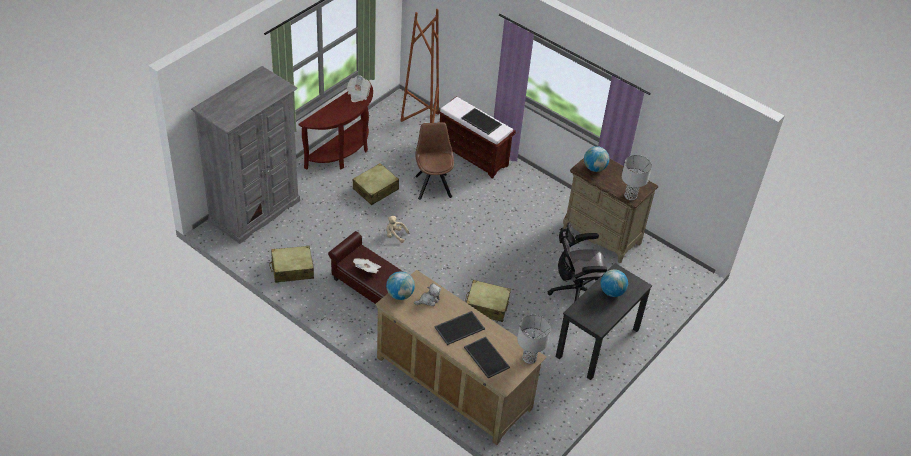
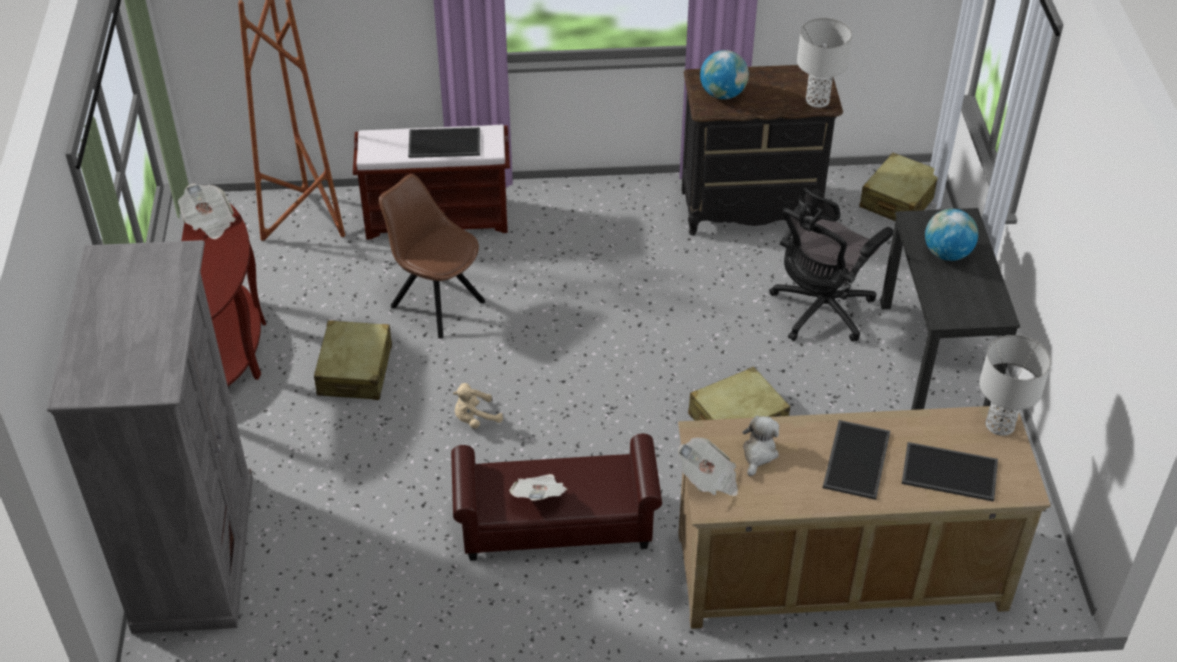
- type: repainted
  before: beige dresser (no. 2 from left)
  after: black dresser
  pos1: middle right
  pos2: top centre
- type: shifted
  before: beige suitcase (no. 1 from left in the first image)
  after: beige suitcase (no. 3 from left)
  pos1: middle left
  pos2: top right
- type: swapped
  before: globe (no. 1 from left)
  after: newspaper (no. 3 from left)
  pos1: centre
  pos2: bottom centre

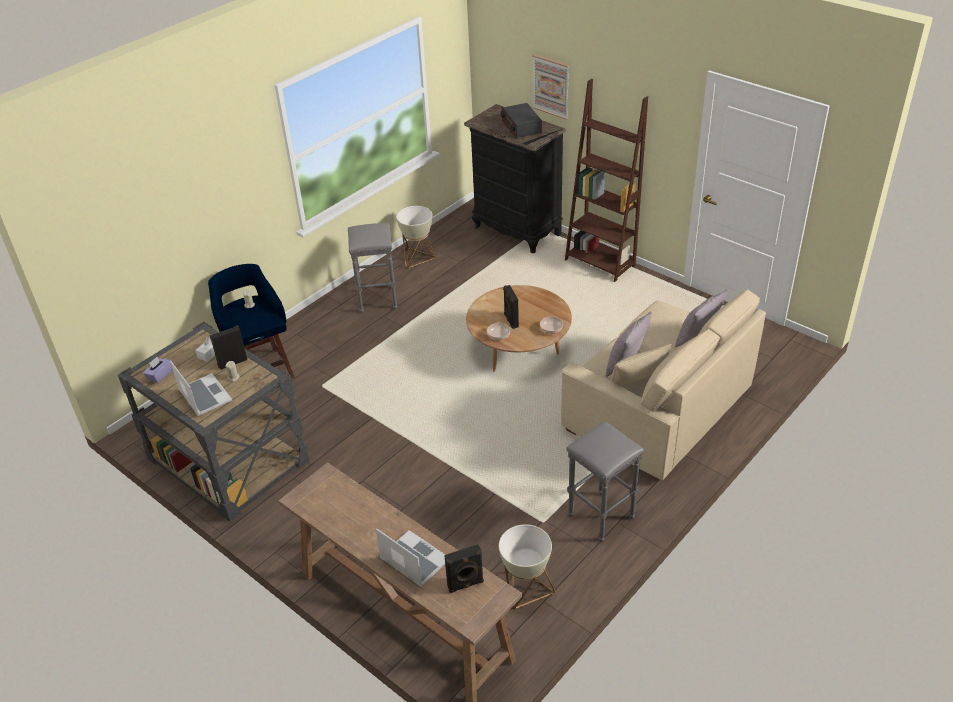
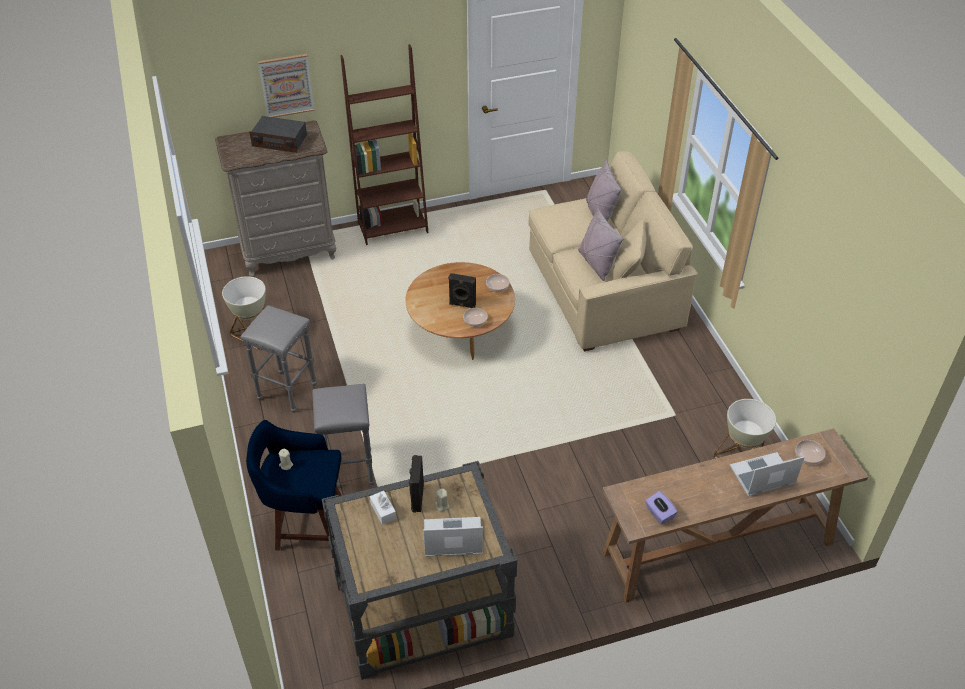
- type: repainted
  before: black dresser
  after: beige dresser
  pos1: top centre
  pos2: top left
- type: shifted
  before: purple tissue box
  pos1: middle left
  pos2: bottom right
- type: shifted
  before: grey stool (no. 2 from left)
  pos1: bottom centre
  pos2: centre
- type: swapped
  before: black speaker (no. 2 from left)
  after: bowl (no. 3 from left)
  pos1: bottom centre
  pos2: middle right

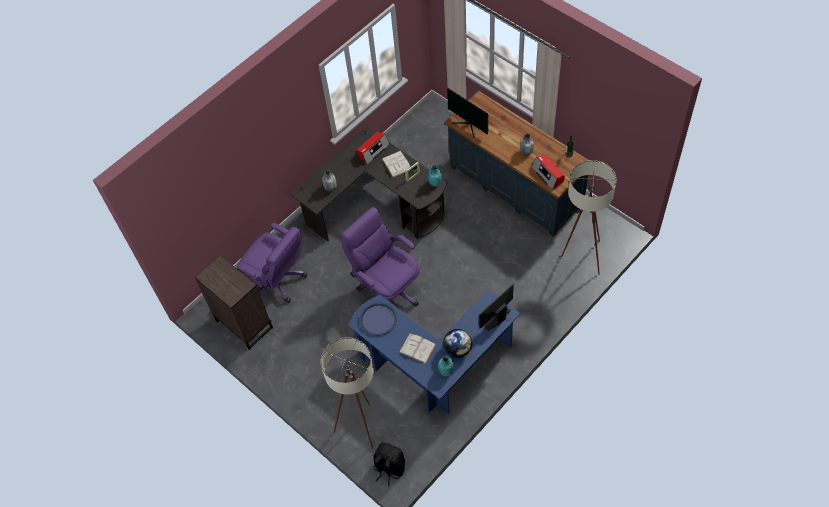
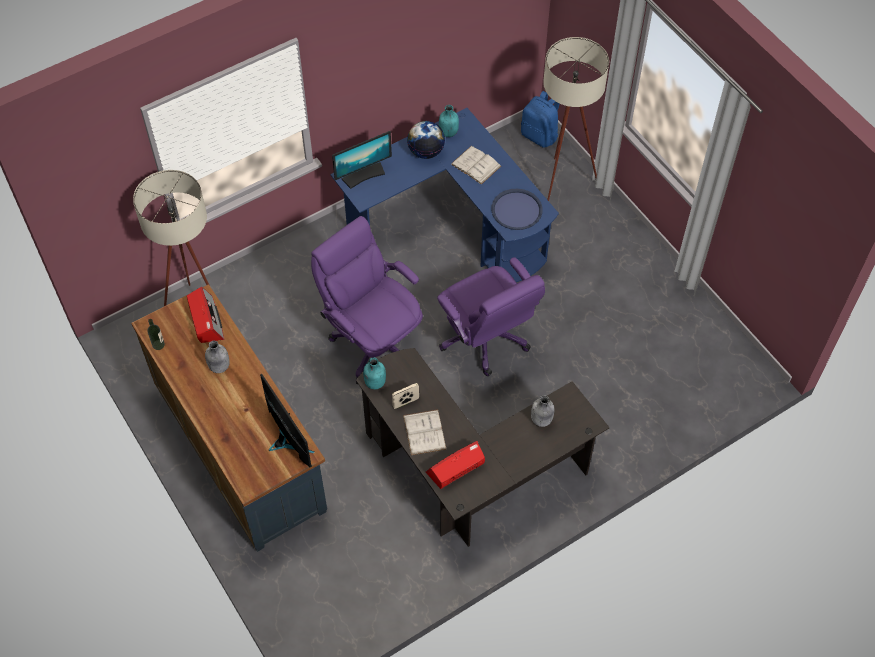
- type: shifted
  before: purple office chair (no. 1 from left)
  pos1: middle left
  pos2: centre
- type: gone
  before: brown dresser
  pos1: middle left
- type: repainted
  before: black backpack
  after: blue backpack
  pos1: bottom centre
  pos2: top centre

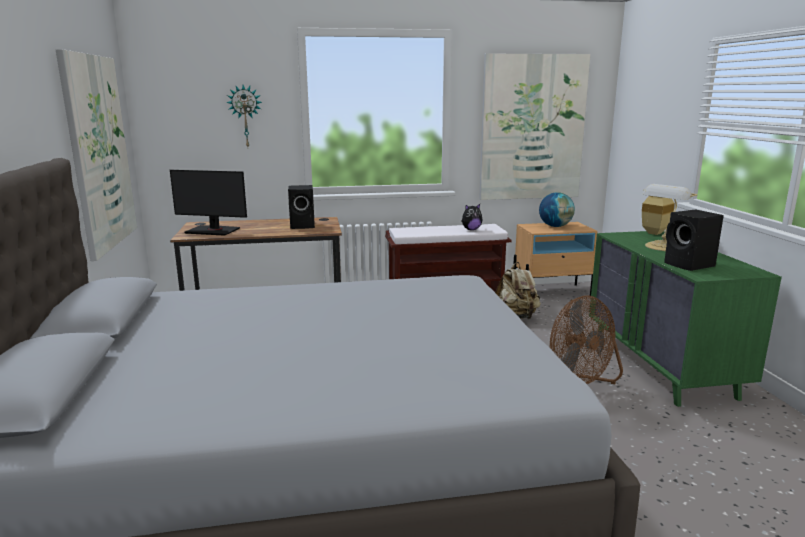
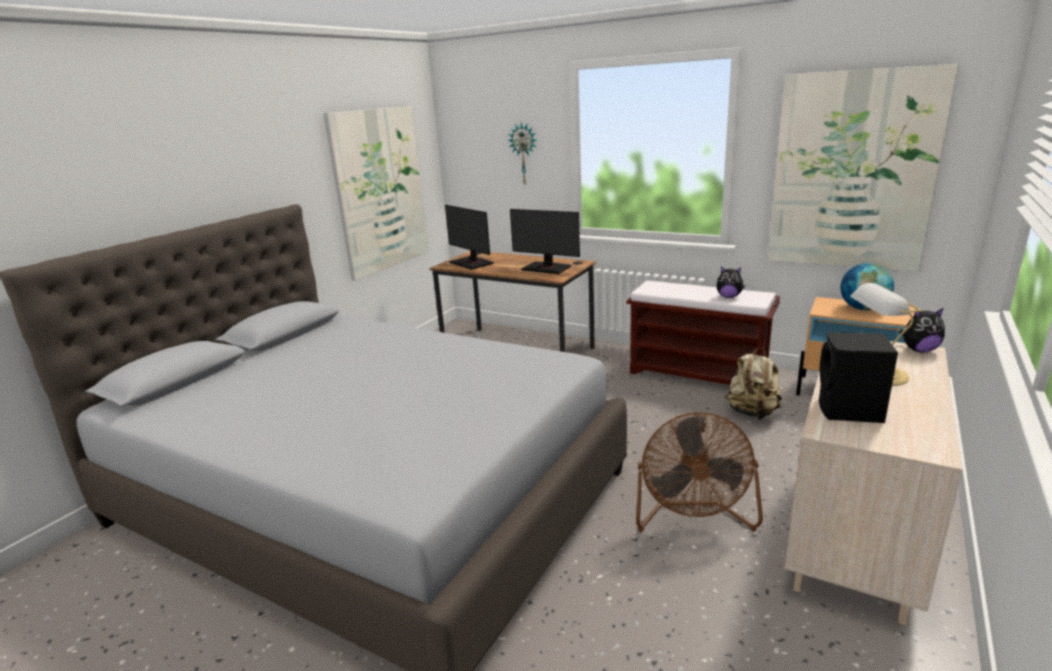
- type: swapped
  before: black speaker (no. 1 from left)
  after: monitor (no. 2 from left)
  pos1: centre
  pos2: centre
- type: swapped
  before: beige vase
  after: plush toy (no. 2 from left)
  pos1: middle right
  pos2: middle right
- type: repainted
  before: green dresser
  after: beige dresser
  pos1: middle right
  pos2: bottom right

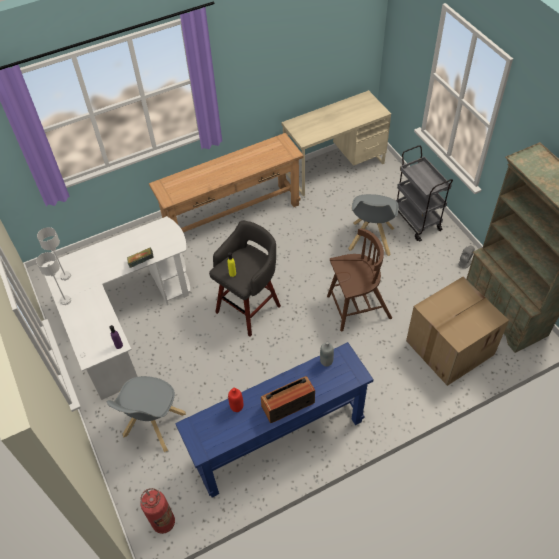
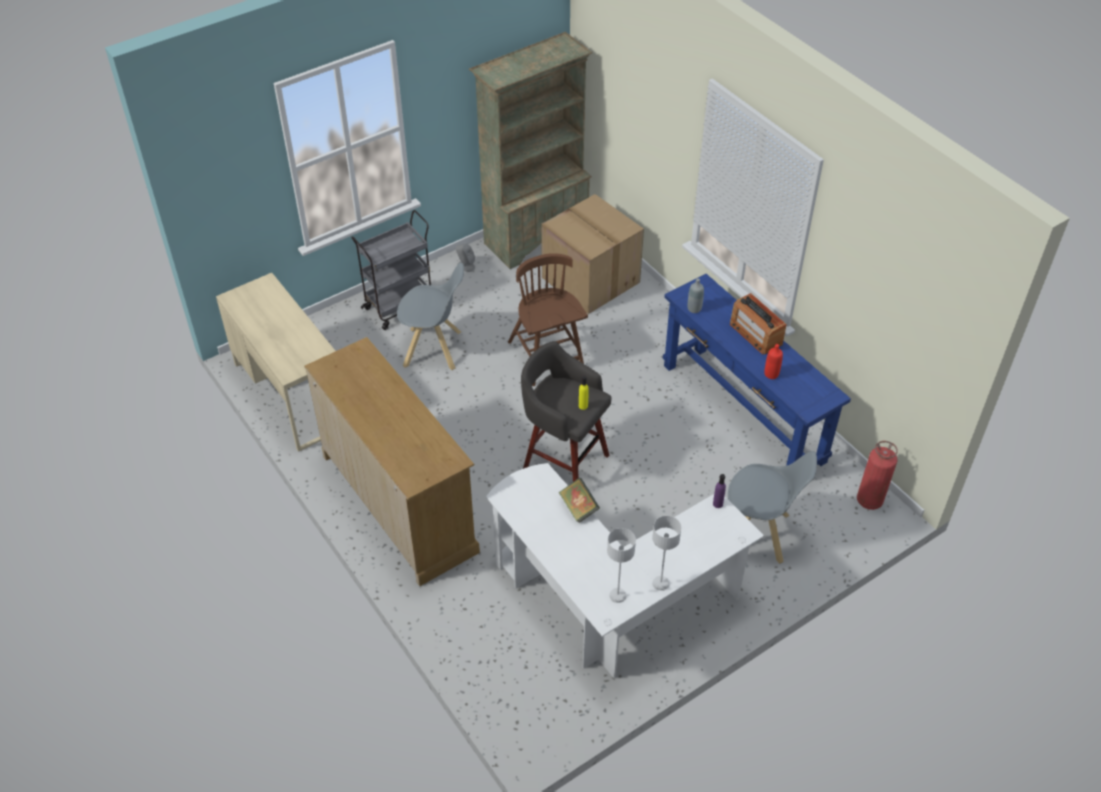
- type: swapped
  before: brown console table
  after: brown dresser
  pos1: top centre
  pos2: centre

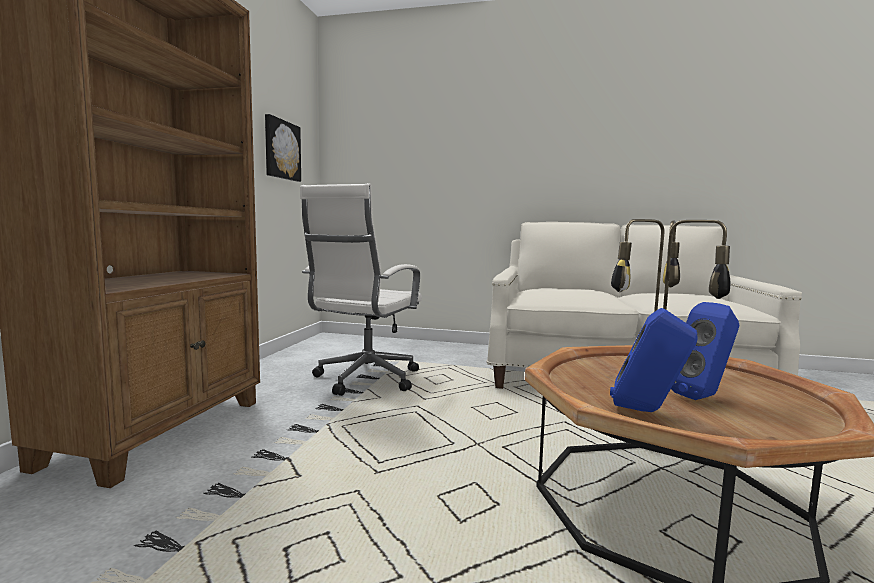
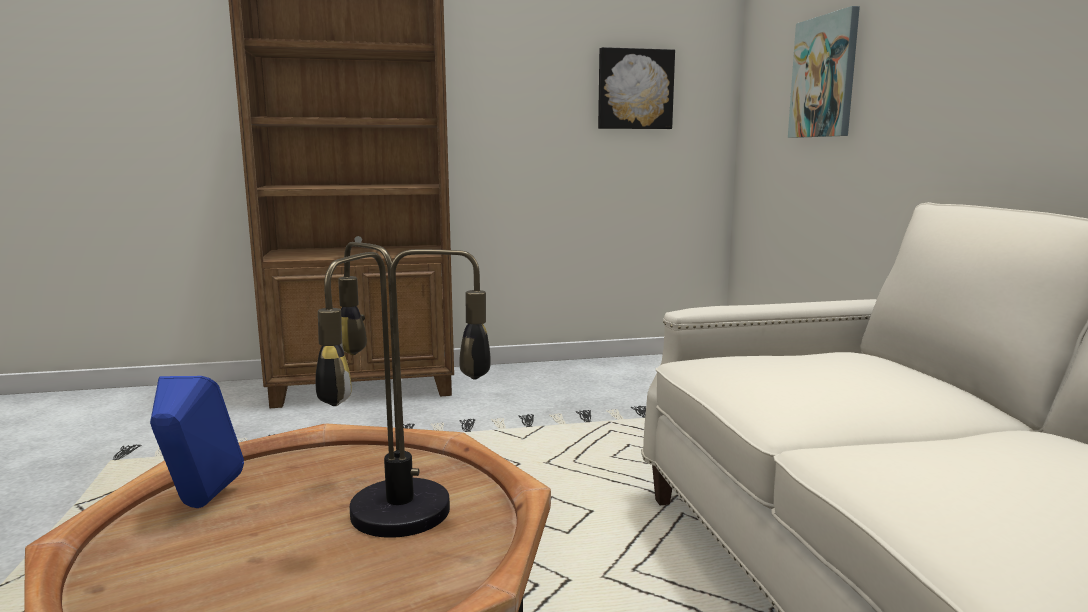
- type: gone
  before: white office chair
  pos1: centre
- type: gone
  before: blue speaker (no. 2 from left)
  pos1: middle right
- type: new
  after: picture (no. 2 from left)
  pos2: top right

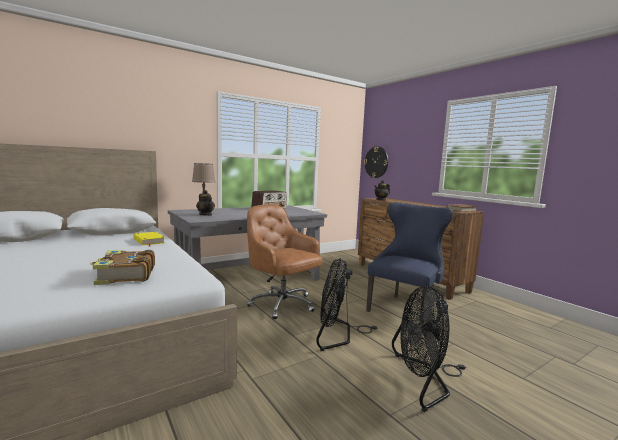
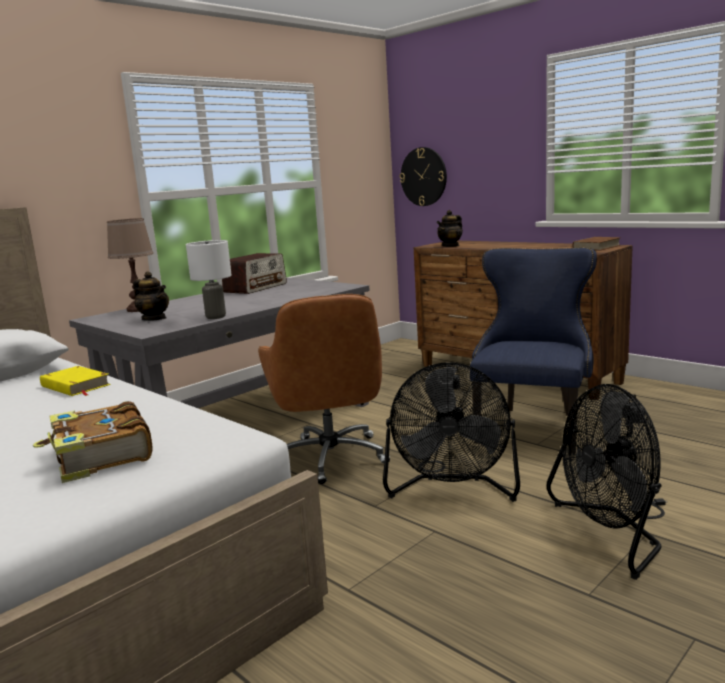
- type: rotated
  before: brown office chair
  pos1: centre
  pos2: centre
  turn: -135
- type: rotated
  before: black fan (no. 1 from left)
  pos1: bottom centre
  pos2: centre
  turn: -75
- type: new
  after: white table lamp
  pos2: middle left

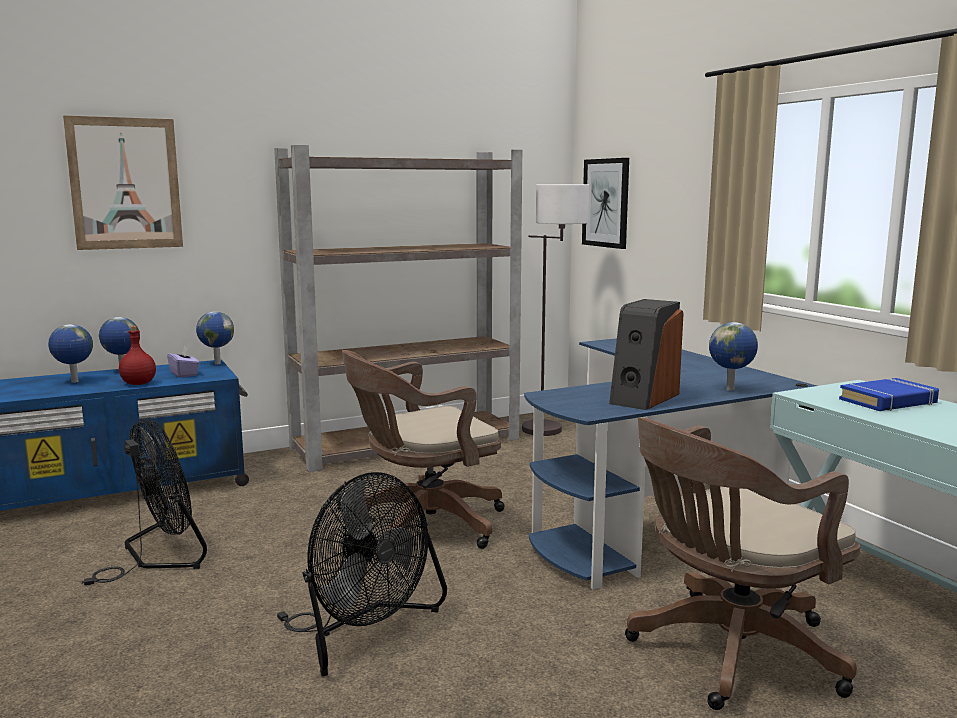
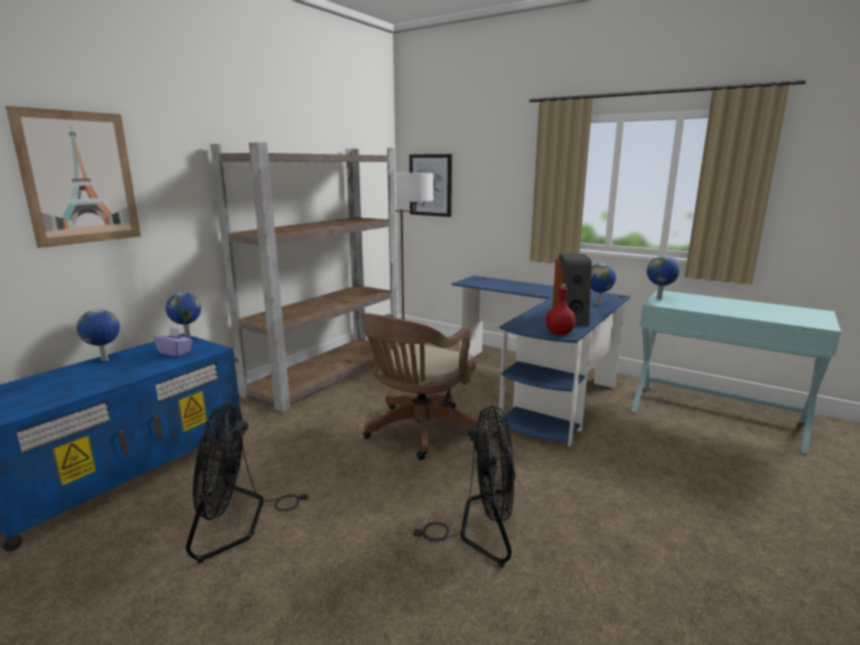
- type: shifted
  before: globe (no. 1 from left in the first image)
  after: globe (no. 4 from left)
  pos1: middle left
  pos2: middle right
- type: shifted
  before: red bottle
  pos1: middle left
  pos2: centre
- type: gone
  before: blue book
  pos1: middle right
- type: gone
  before: brown office chair (no. 2 from left)
  pos1: bottom right
- type: rotated
  before: black fan (no. 1 from left)
  pos1: bottom left
  pos2: bottom left
  turn: -120

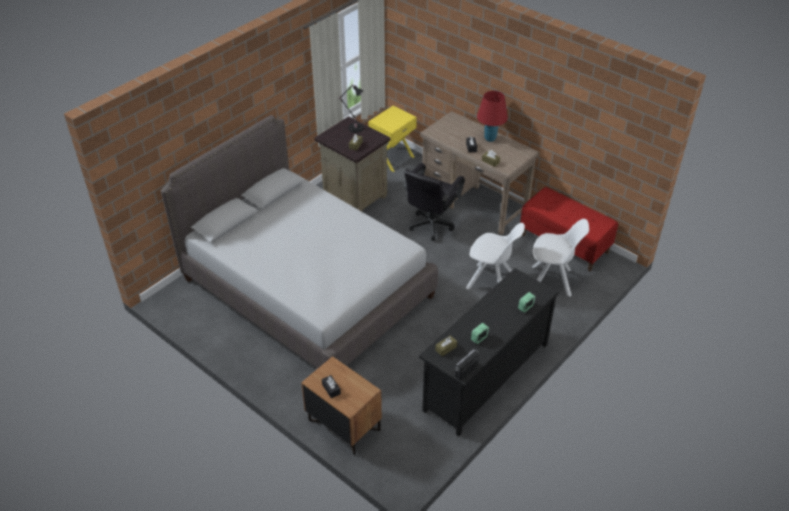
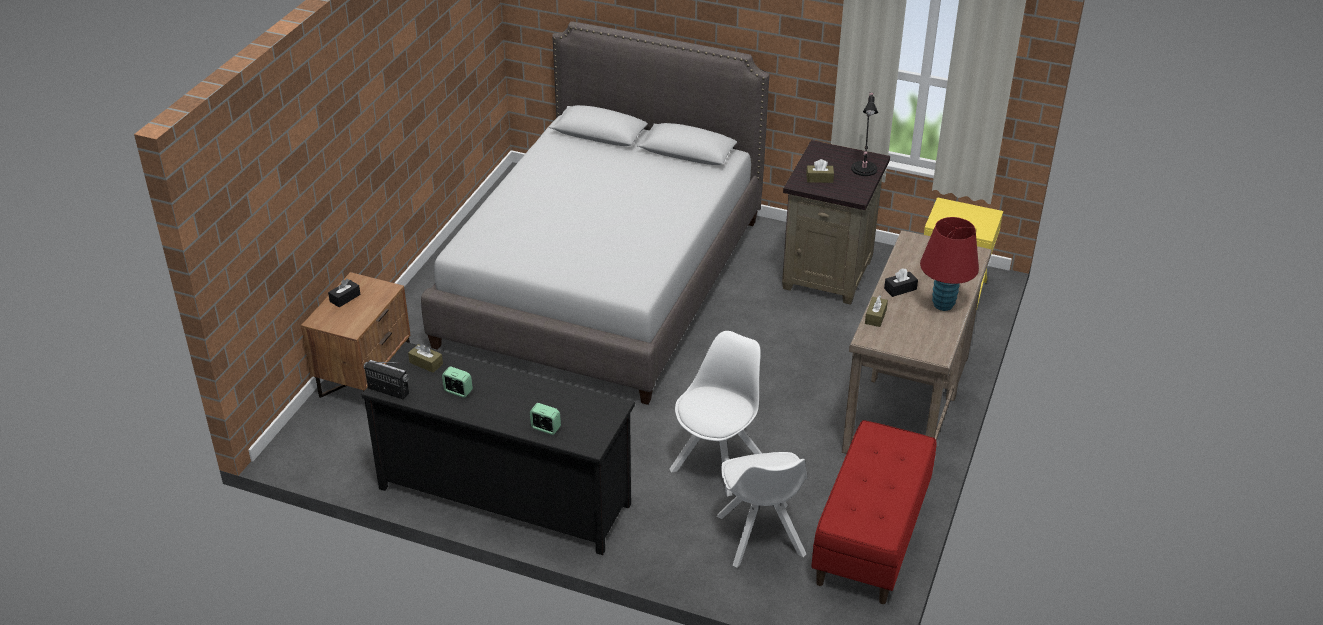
- type: gone
  before: black office chair
  pos1: centre
- type: rotated
  before: white chair (no. 1 from left)
  pos1: centre
  pos2: centre
  turn: -150

